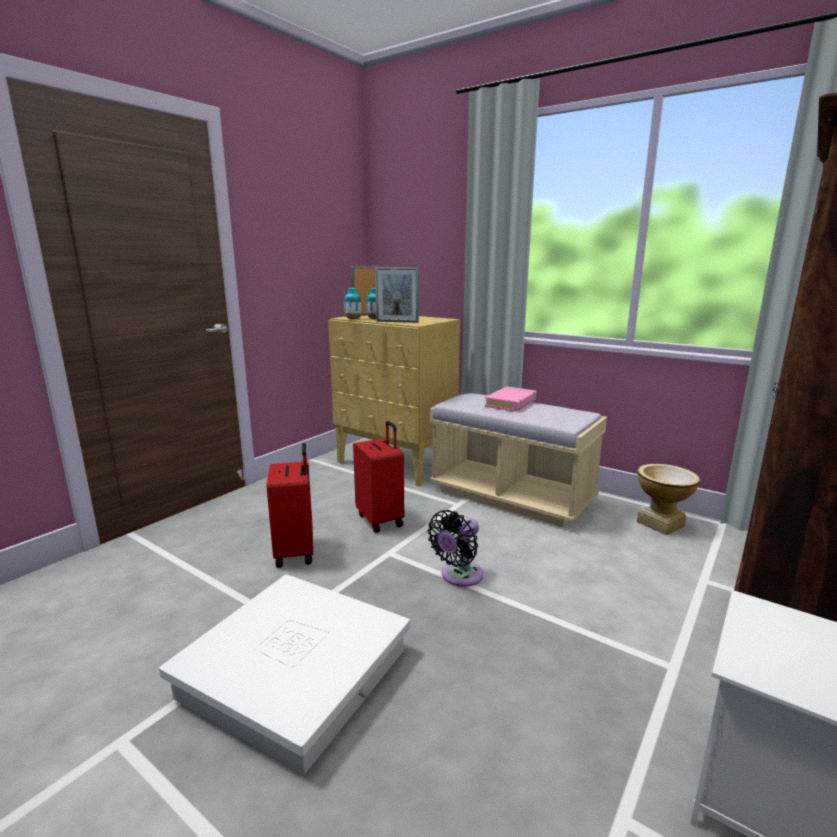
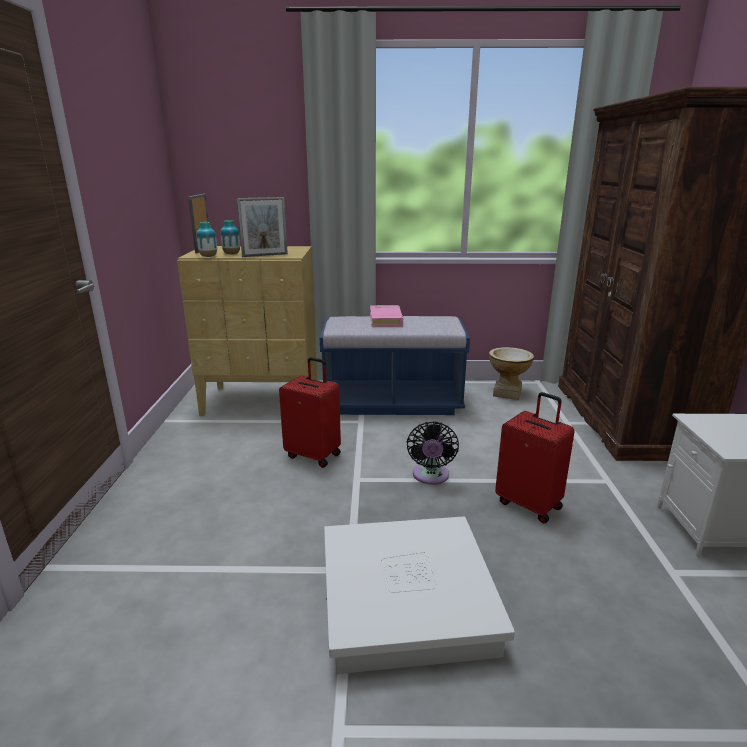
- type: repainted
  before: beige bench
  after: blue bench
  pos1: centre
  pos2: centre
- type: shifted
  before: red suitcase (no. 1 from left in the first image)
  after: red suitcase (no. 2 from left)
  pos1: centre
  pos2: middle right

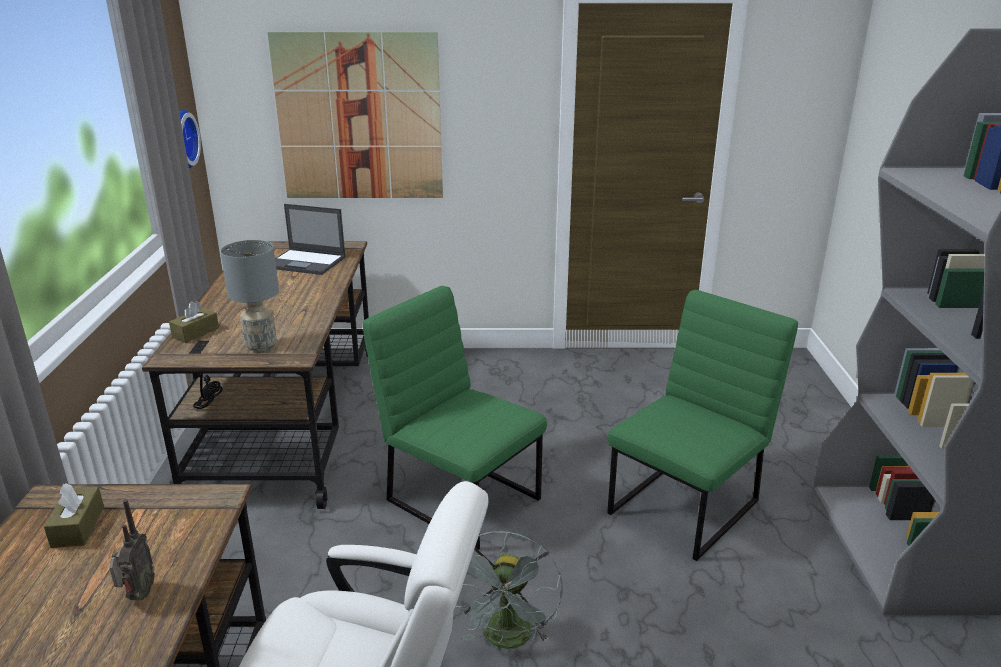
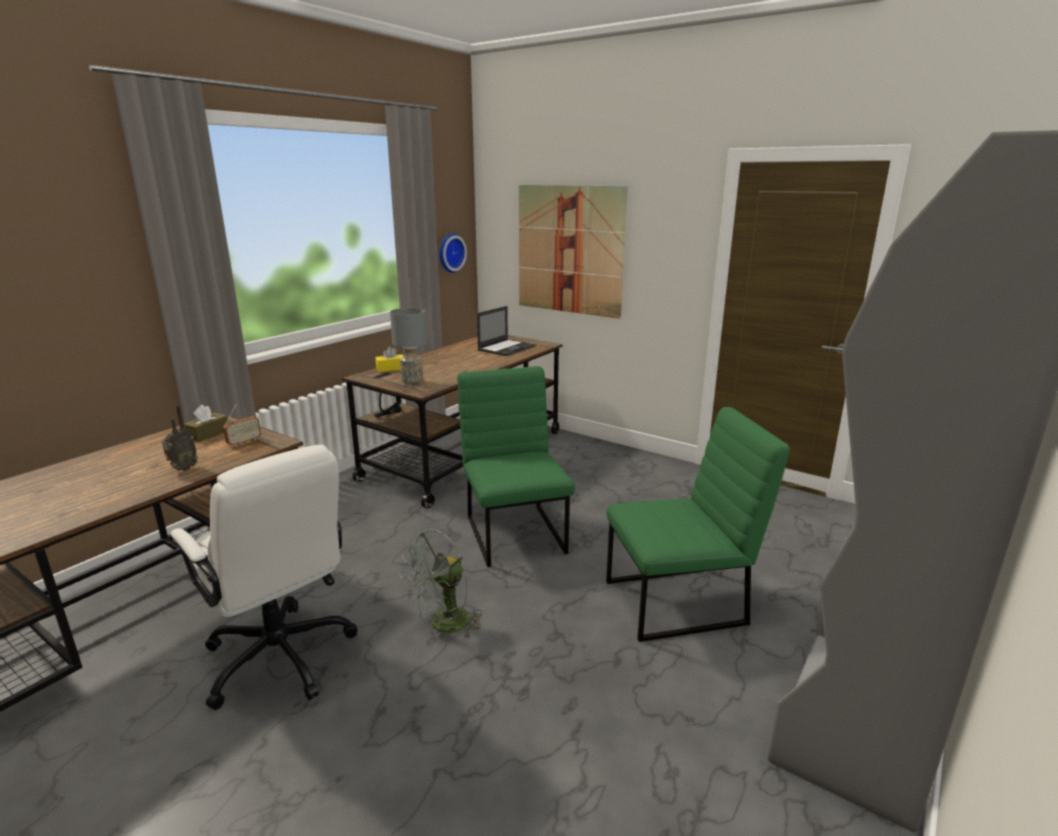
- type: rotated
  before: laptop
  pos1: middle left
  pos2: centre
  turn: -105
- type: repainted
  before: brown tissue box (no. 2 from left)
  after: yellow tissue box
  pos1: middle left
  pos2: centre
- type: new
  after: radio (no. 2 from left)
  pos2: middle left

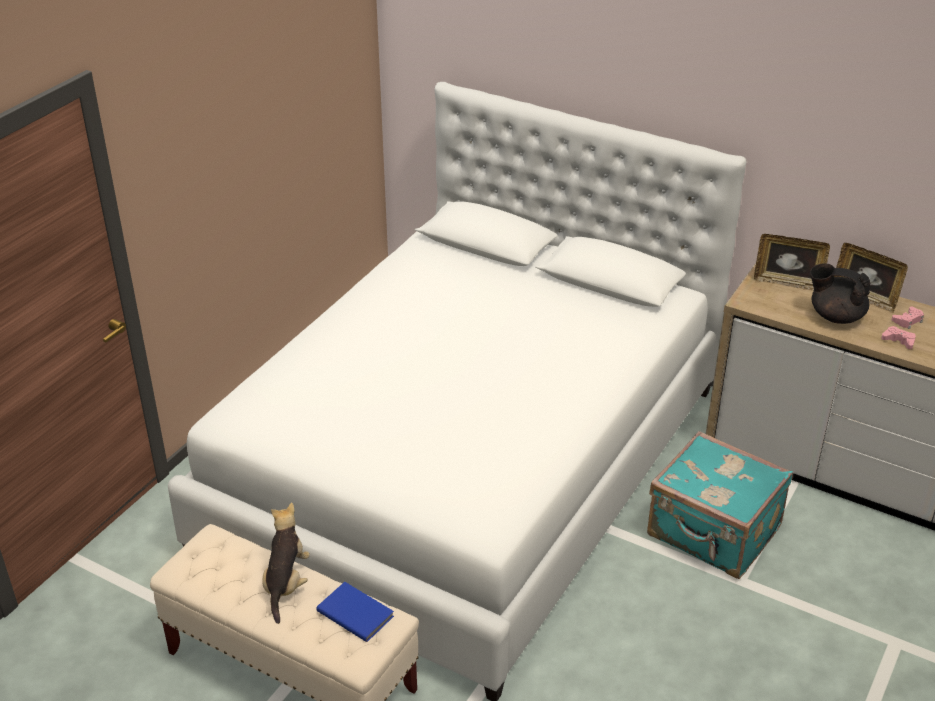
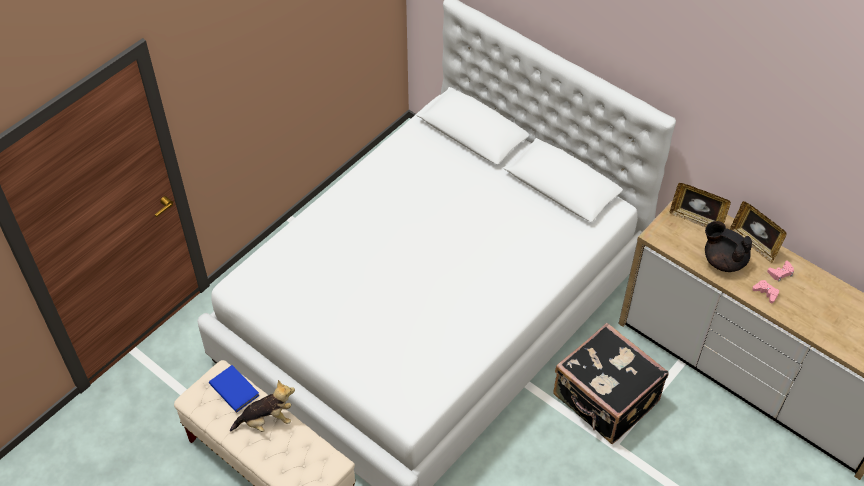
- type: repainted
  before: turquoise suitcase
  after: black suitcase
  pos1: bottom right
  pos2: bottom right
- type: rotated
  before: plush toy
  pos1: bottom left
  pos2: bottom left
  turn: 60
- type: shifted
  before: blue book
  pos1: bottom centre
  pos2: bottom left

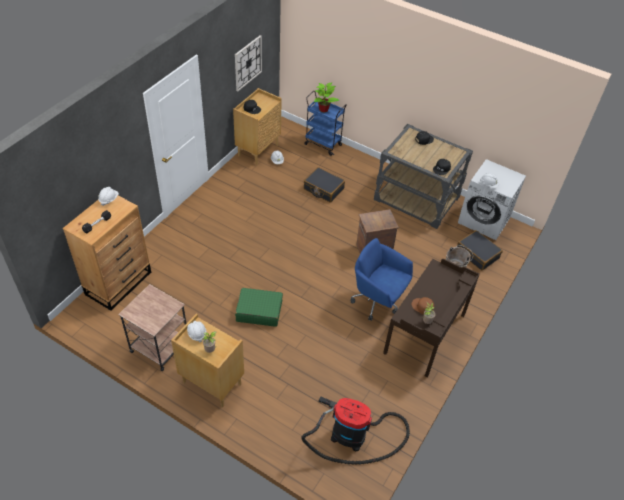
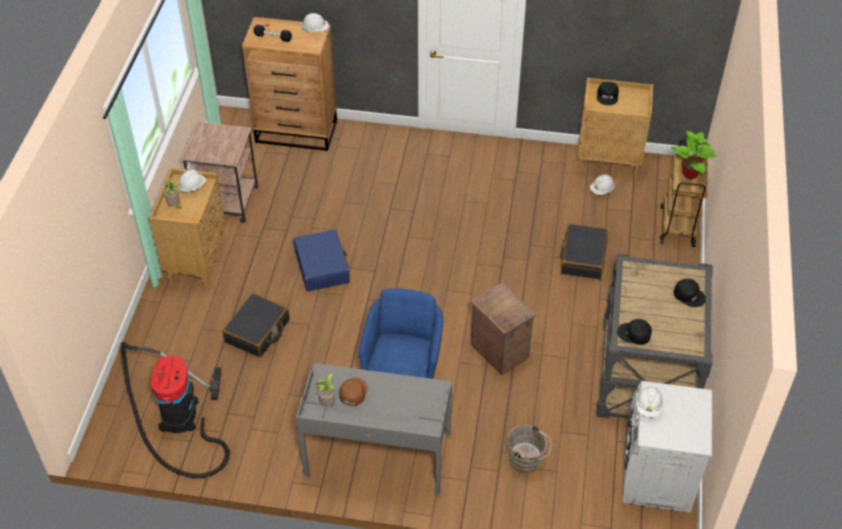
- type: gone
  before: wall clock
  pos1: top centre
- type: repainted
  before: blue cart
  after: brown cart (no. 2 from left)
  pos1: top centre
  pos2: middle right
- type: shifted
  before: black suitcase (no. 2 from left in the first image)
  after: black suitcase (no. 1 from left)
  pos1: middle right
  pos2: middle left
- type: repainted
  before: brown desk
  after: grey desk
  pos1: middle right
  pos2: bottom centre
- type: repainted
  before: green suitcase
  after: blue suitcase
  pos1: centre
  pos2: centre

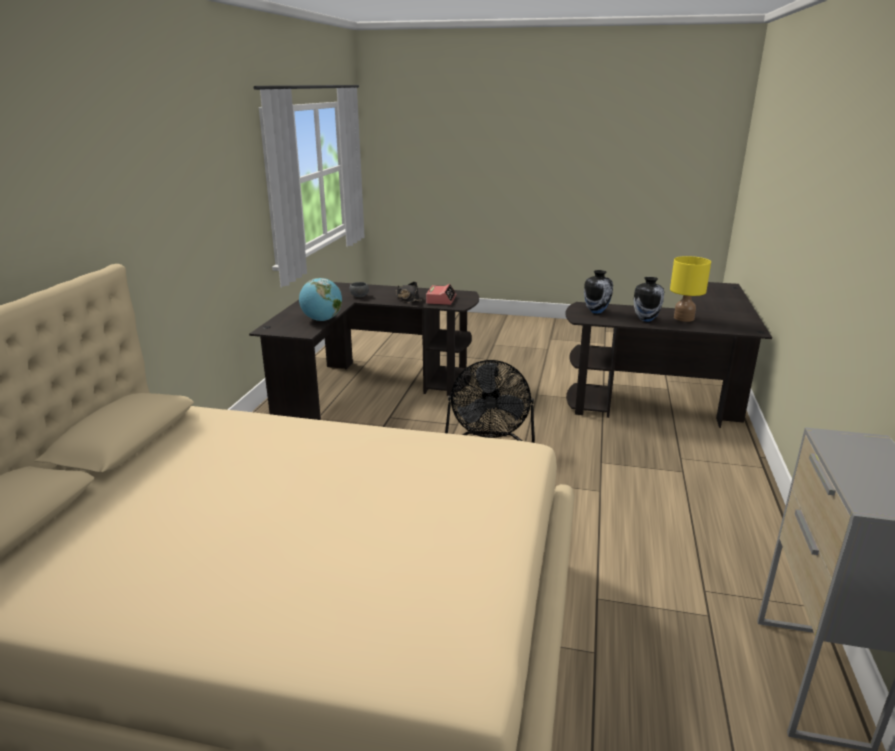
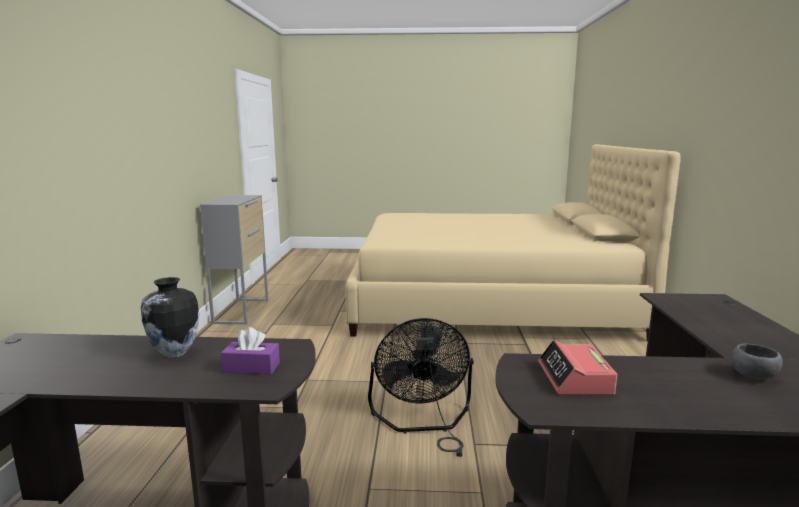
- type: gone
  before: yellow table lamp
  pos1: middle right
- type: swapped
  before: vase (no. 1 from left)
  after: purple tissue box
  pos1: middle right
  pos2: bottom left
- type: gone
  before: globe
  pos1: centre
- type: gone
  before: black hat
  pos1: centre

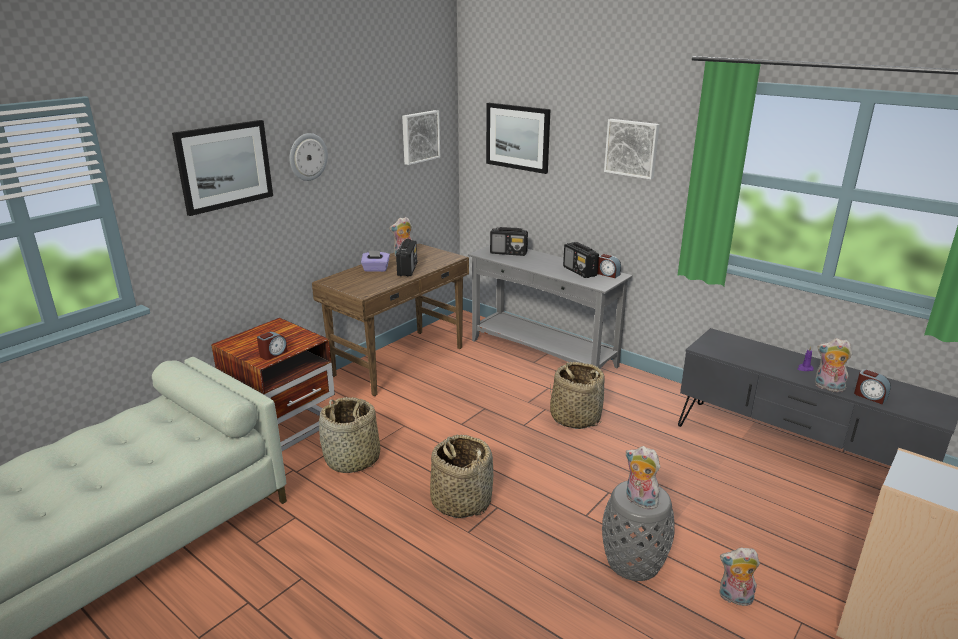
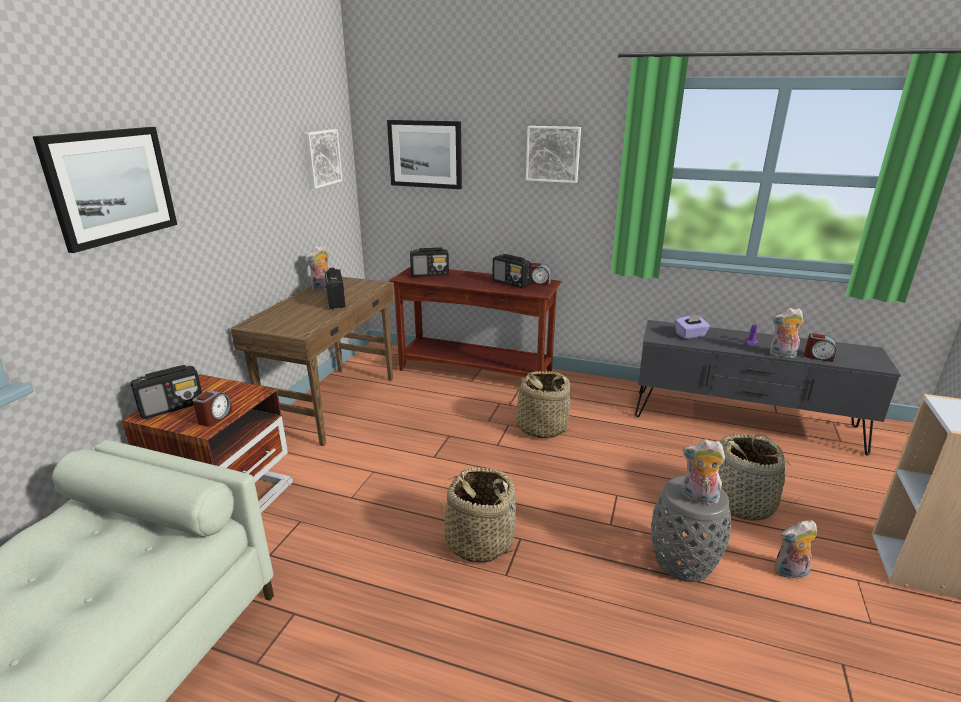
- type: gone
  before: wall clock
  pos1: top left
- type: repainted
  before: grey console table
  after: brown console table (no. 2 from left)
  pos1: centre
  pos2: centre
- type: shifted
  before: purple tissue box
  pos1: centre
  pos2: middle right
- type: shifted
  before: basket (no. 1 from left in the first image)
  after: basket (no. 3 from left)
  pos1: bottom centre
  pos2: bottom right
- type: new
  after: radio (no. 1 from left)
  pos2: middle left

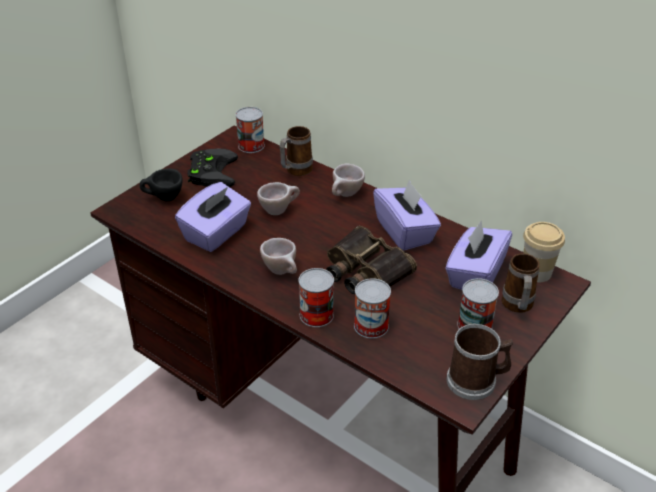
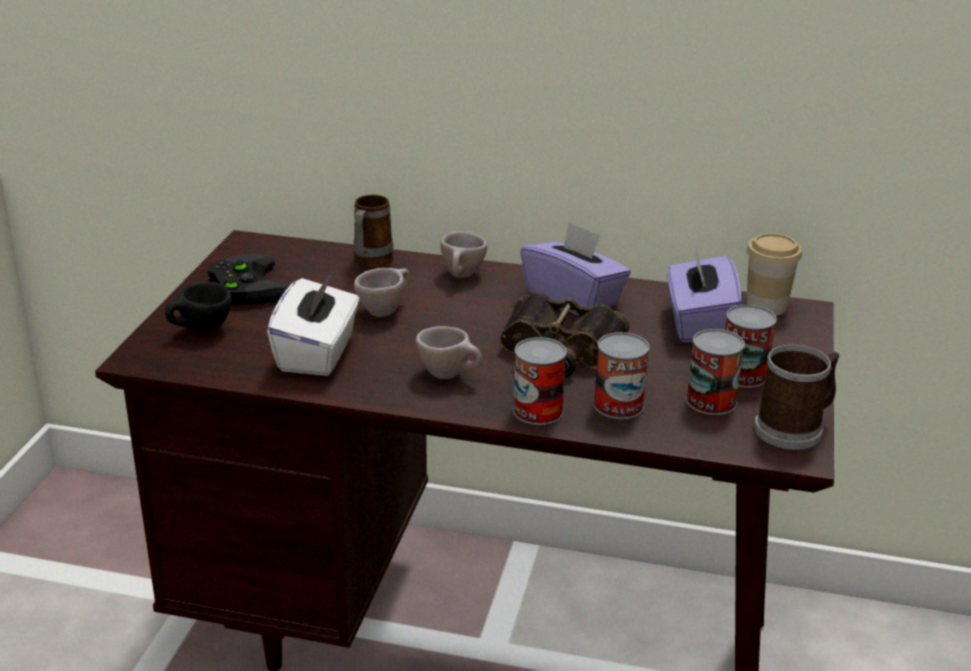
- type: shifted
  before: can (no. 1 from left in the first image)
  after: can (no. 3 from left)
  pos1: top centre
  pos2: middle right
- type: repainted
  before: purple tissue box (no. 1 from left)
  after: white tissue box
  pos1: middle left
  pos2: middle left
- type: gone
  before: mug (no. 3 from left)
  pos1: middle right

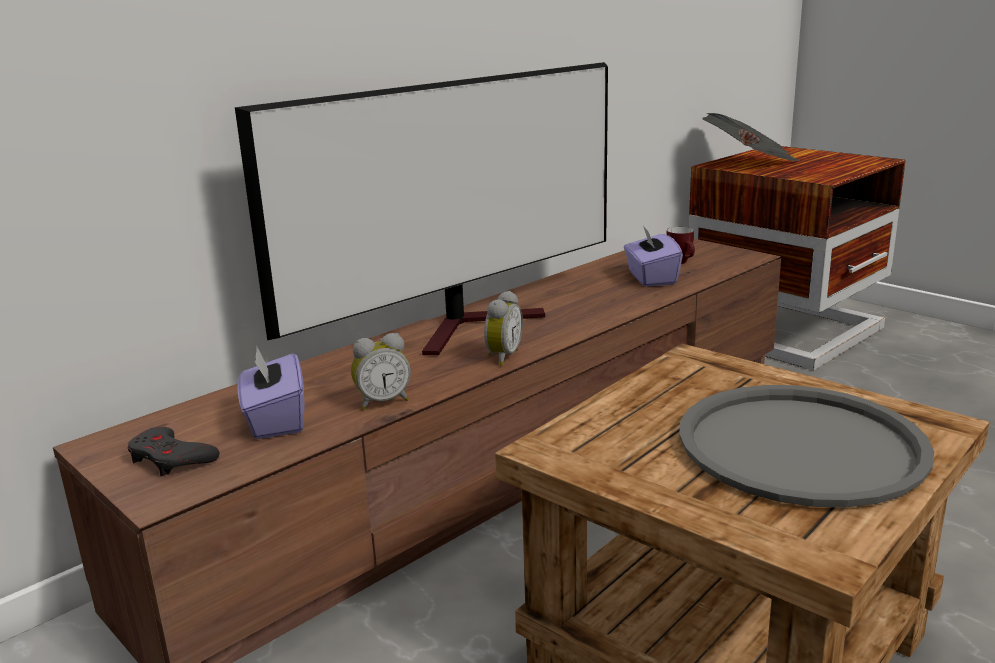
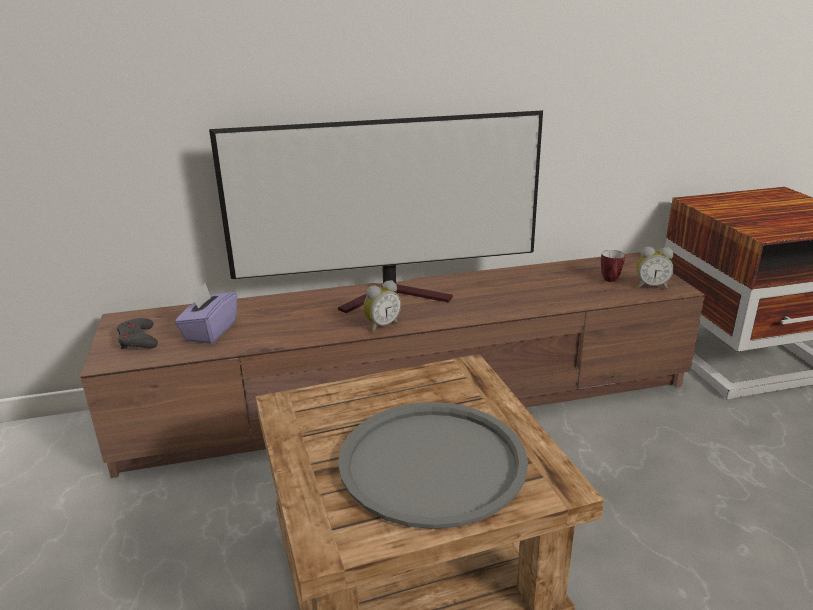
- type: gone
  before: newspaper
  pos1: top right
- type: gone
  before: purple tissue box (no. 2 from left)
  pos1: centre
- type: shifted
  before: alarm clock (no. 1 from left in the first image)
  after: alarm clock (no. 2 from left)
  pos1: centre
  pos2: middle right

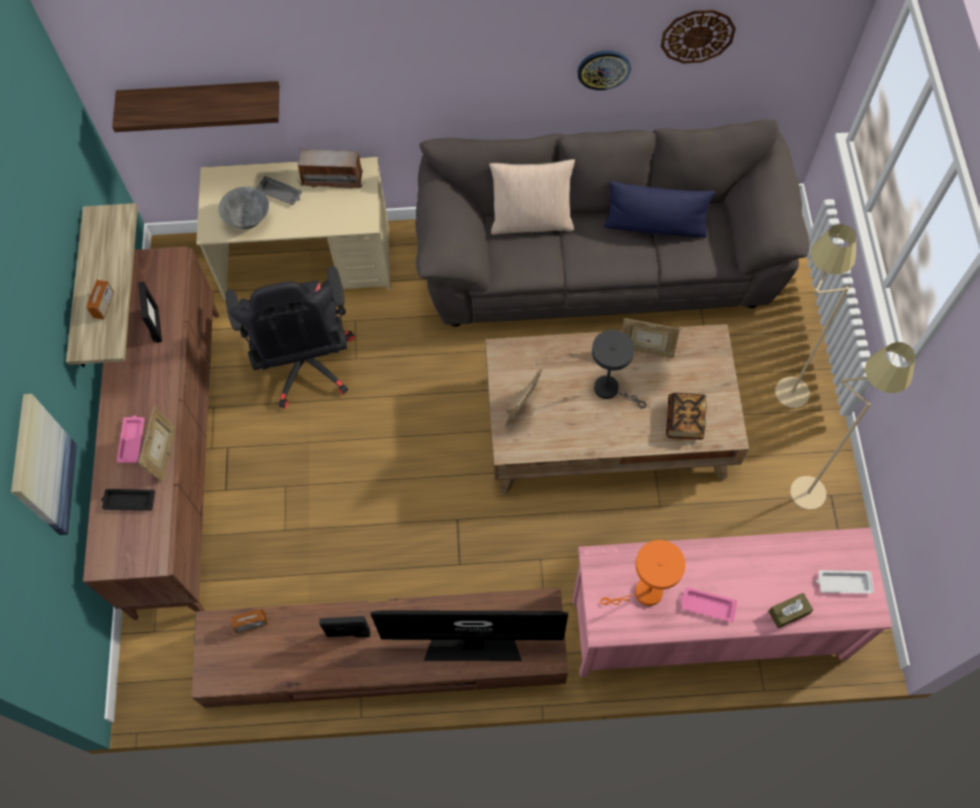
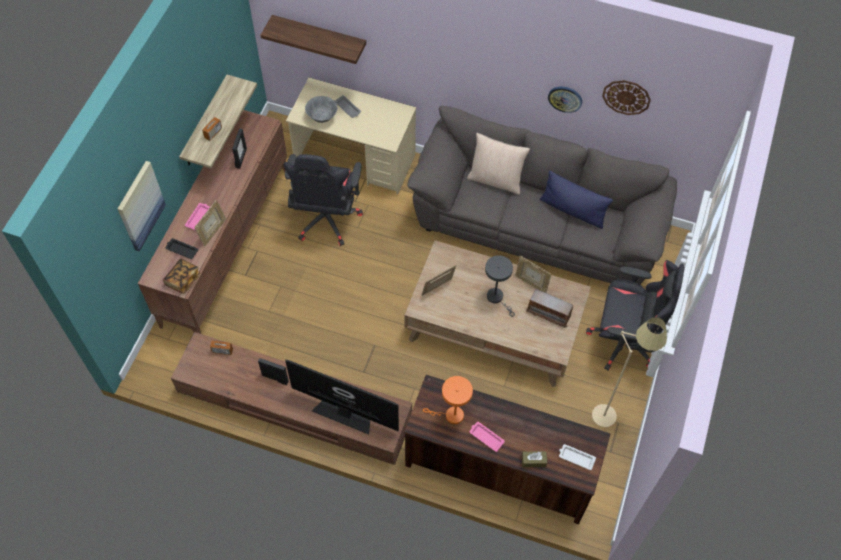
- type: shifted
  before: radio (no. 3 from left)
  pos1: top centre
  pos2: centre
- type: swapped
  before: beige floor lamp (no. 1 from left)
  after: black office chair (no. 2 from left)
  pos1: middle right
  pos2: middle right
- type: shifted
  before: book
  pos1: middle right
  pos2: middle left
- type: repainted
  before: pink dresser
  after: brown dresser
  pos1: bottom right
  pos2: bottom centre

